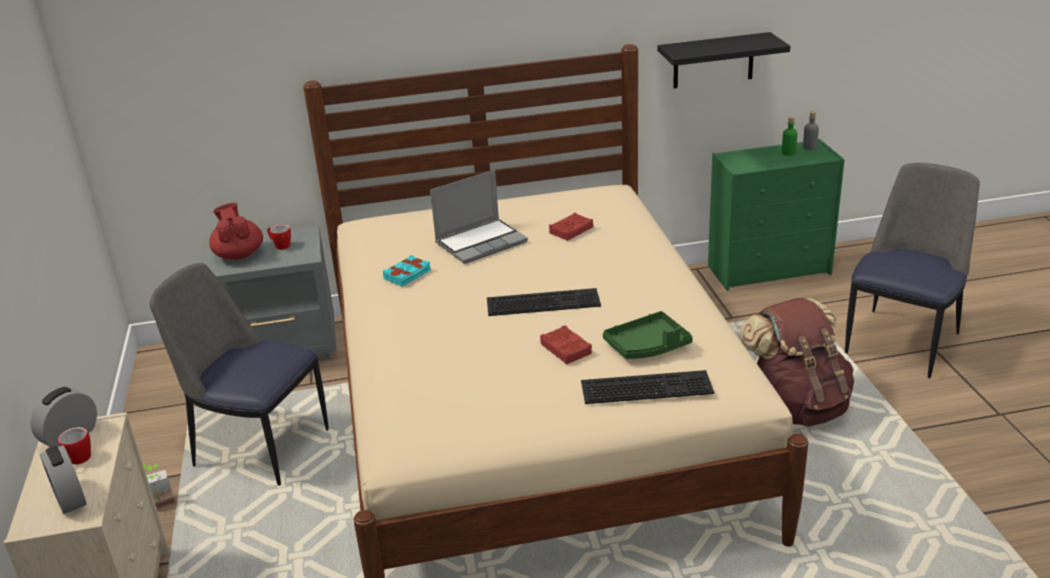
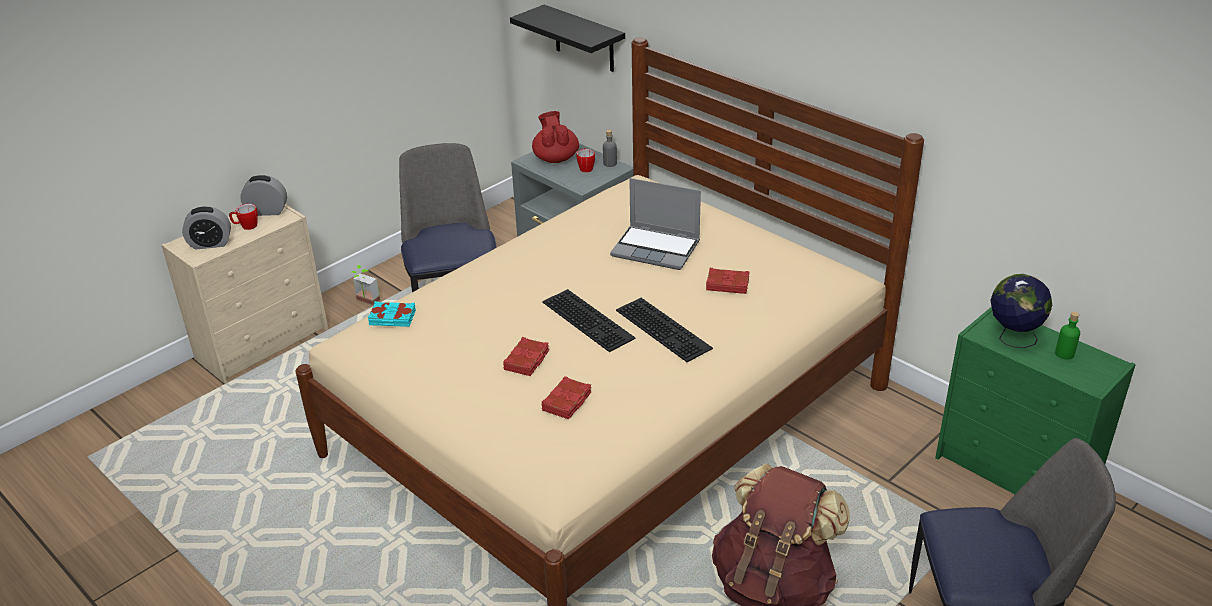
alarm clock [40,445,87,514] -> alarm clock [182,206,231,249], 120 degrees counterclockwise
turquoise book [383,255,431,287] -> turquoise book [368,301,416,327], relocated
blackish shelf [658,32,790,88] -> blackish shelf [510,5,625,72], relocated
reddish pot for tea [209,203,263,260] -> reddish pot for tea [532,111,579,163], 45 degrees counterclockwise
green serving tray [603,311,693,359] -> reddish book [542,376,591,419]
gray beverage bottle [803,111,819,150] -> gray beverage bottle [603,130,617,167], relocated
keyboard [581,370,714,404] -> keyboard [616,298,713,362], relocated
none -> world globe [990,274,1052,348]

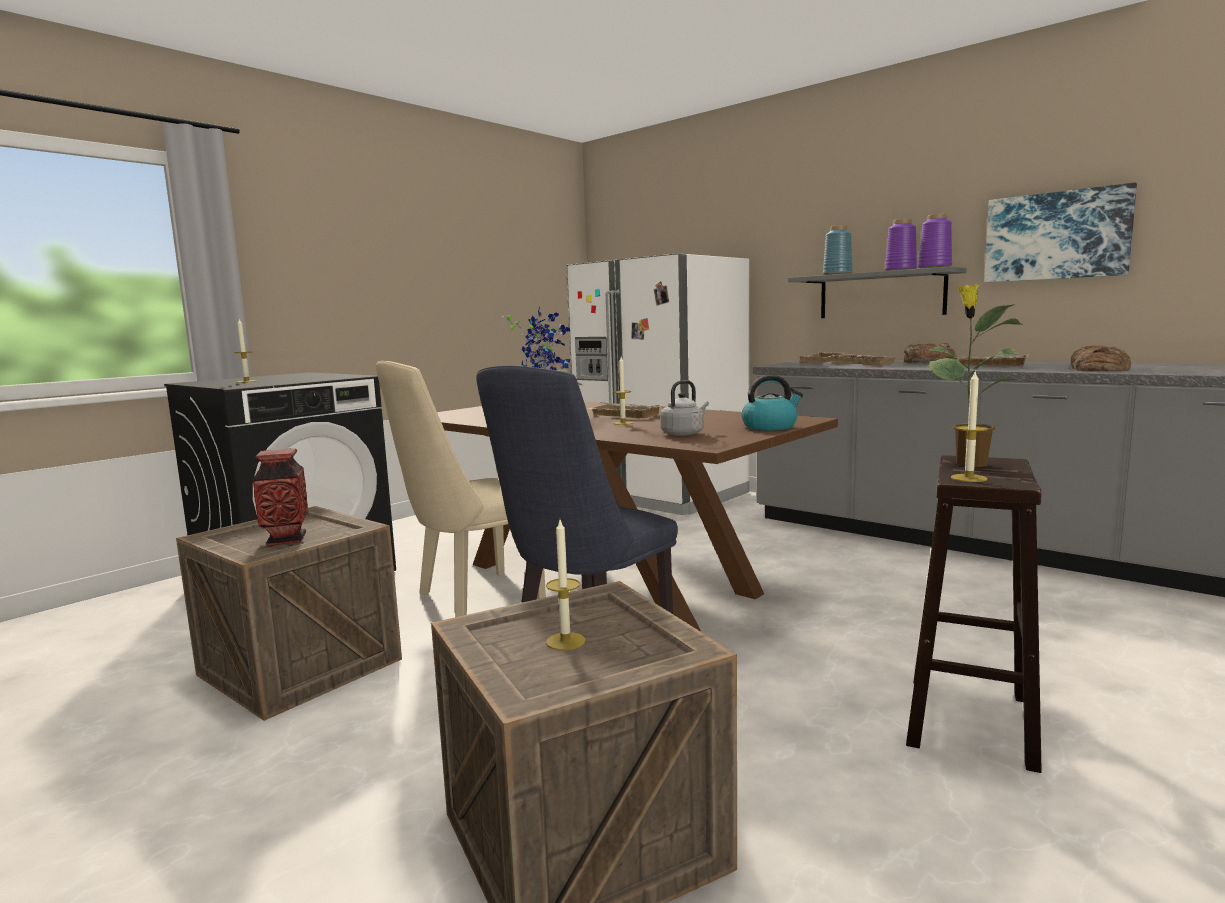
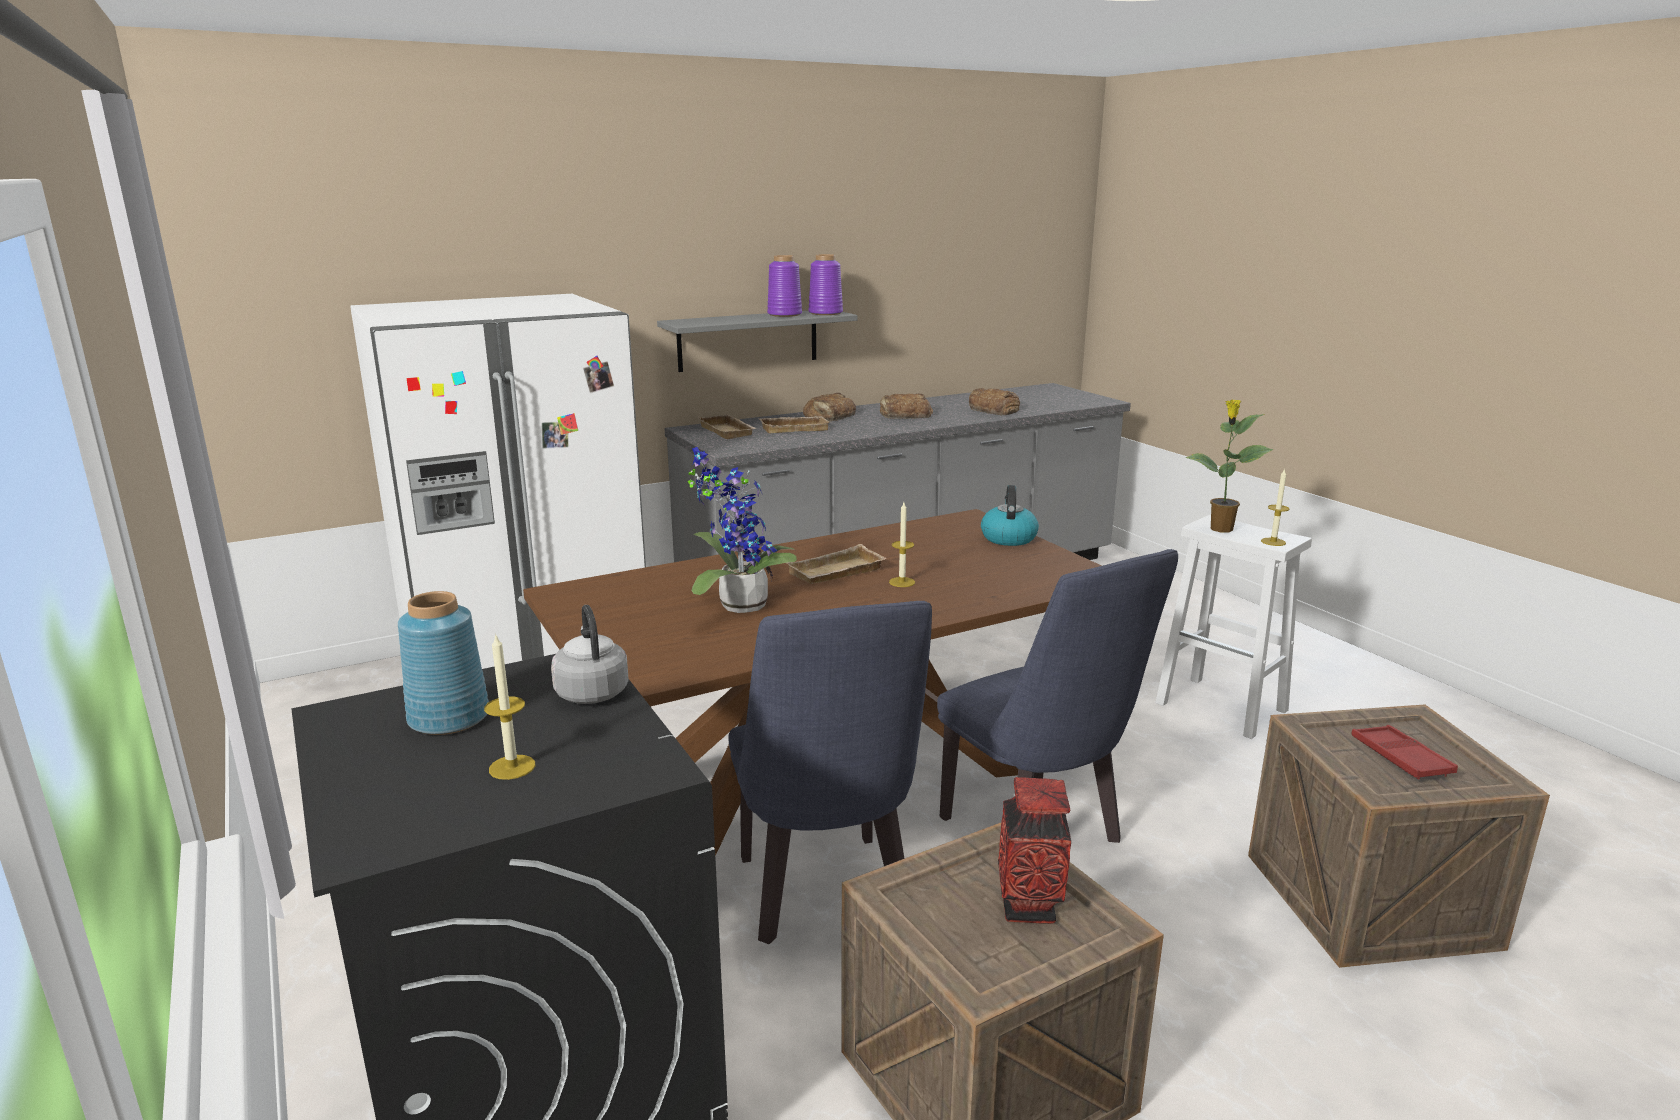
blue decorative vase [823,225,853,275] -> blue decorative vase [398,591,489,735], relocated
gray water kettle [660,380,709,436] -> gray water kettle [551,605,629,704], relocated
beige upright chair [376,361,546,617] -> blue upright chair [729,601,932,944]
beige serving tray [958,354,1029,366] -> bread [880,394,933,419]
brown-coloured sitting stool [906,455,1042,773] -> whitish sitting stool [1155,515,1312,739]
wax candle [546,520,585,650] -> reddish serving tray [1351,725,1458,779]
wall picture [984,182,1137,282] -> none

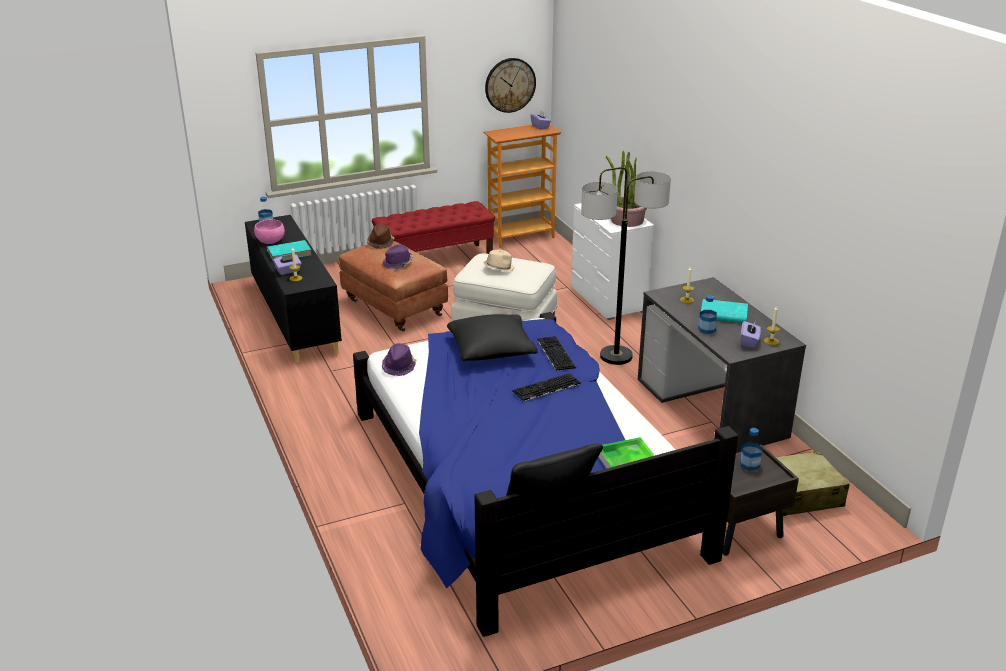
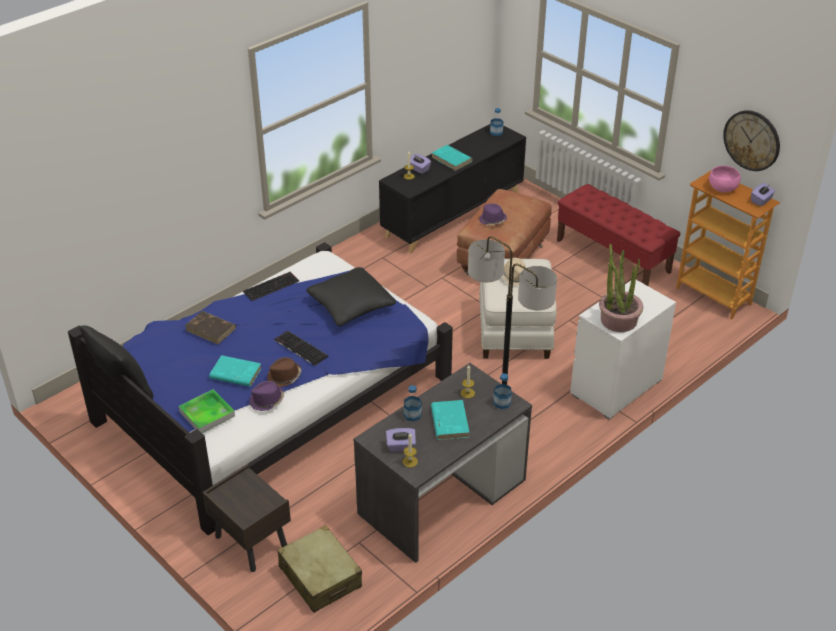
none -> brown-coloured book [185,311,236,344]
none -> turquoise book [209,355,262,387]
keyboard [537,336,576,371] -> keyboard [243,272,299,301], relocated
purple hat [382,343,416,376] -> purple hat [249,381,284,411], relocated
brown-coloured hat [367,224,394,249] -> brown-coloured hat [267,357,302,387], relocated
beverage bottle [740,428,762,471] -> beverage bottle [493,373,512,409], relocated
pinkish serving bowl [254,219,285,244] -> pinkish serving bowl [709,166,741,192], relocated

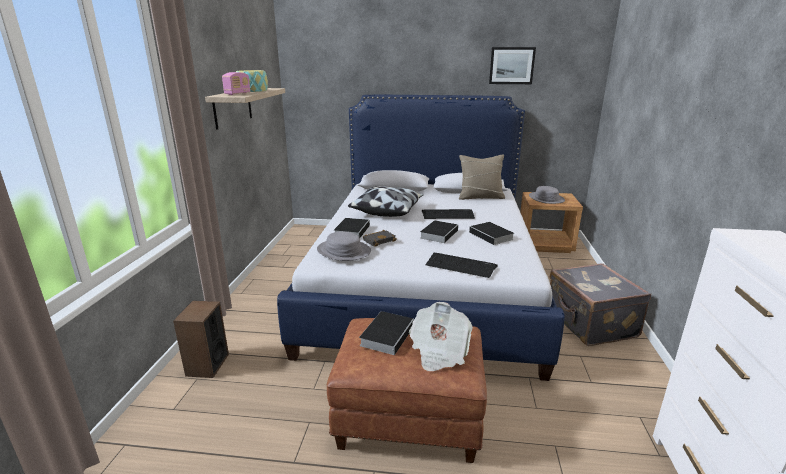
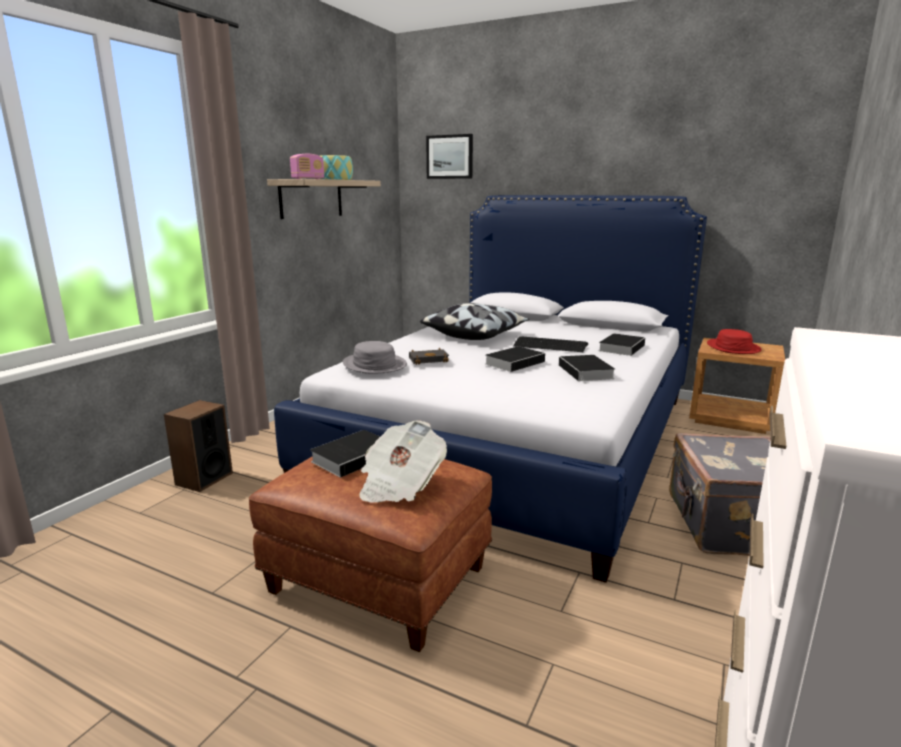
wall picture [489,47,536,84] -> wall picture [426,134,473,179], relocated
book [334,218,370,238] -> book [598,333,645,356], relocated
gray hat [529,186,565,204] -> reddish hat [707,329,762,354]
keyboard [425,253,498,278] -> none
beige cushion [459,155,505,200] -> none

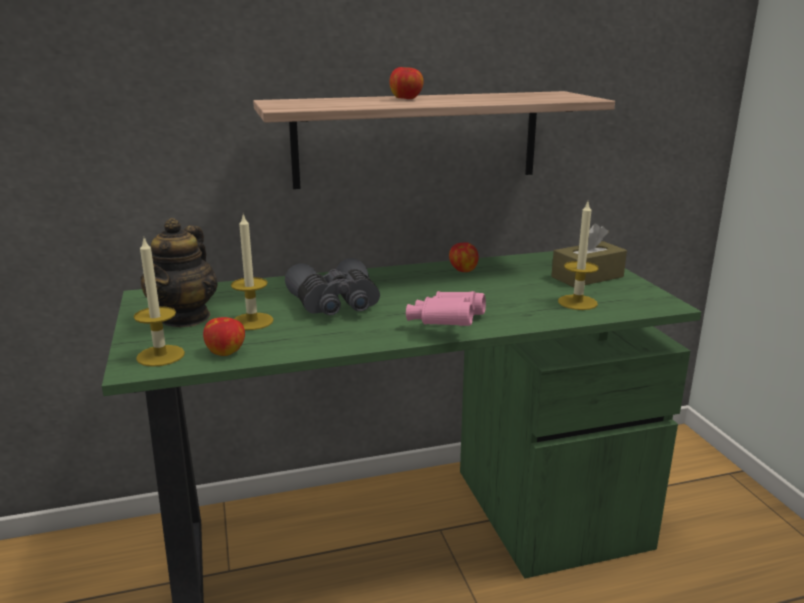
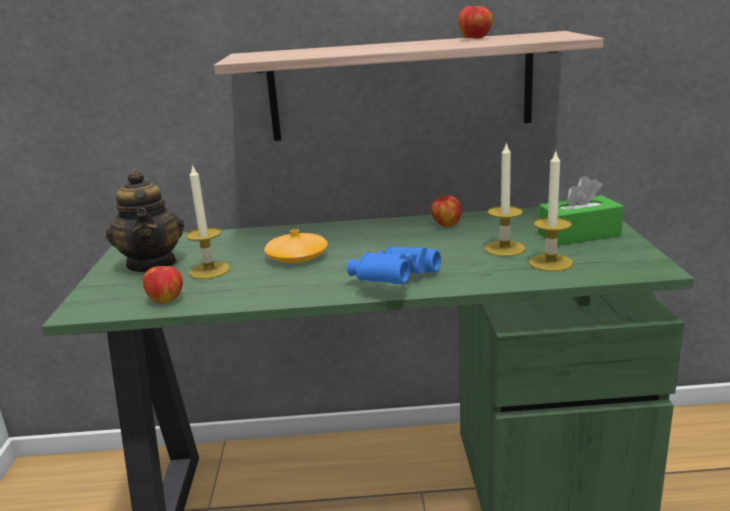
pot for tea [140,218,218,327] -> pot for tea [106,169,184,272], 45 degrees counterclockwise
gray pair of binoculars [285,258,380,315] -> orangey decorative vase [264,229,328,263]
pinkish pair of binoculars [406,291,486,326] -> blue pair of binoculars [347,246,441,284]
apple fruit [389,67,424,99] -> apple fruit [458,6,493,39], relocated
wax candle [134,238,185,367] -> wax candle [484,141,525,256], relocated
brown-coloured tissue holder [551,224,627,287] -> green tissue holder [538,176,624,246]

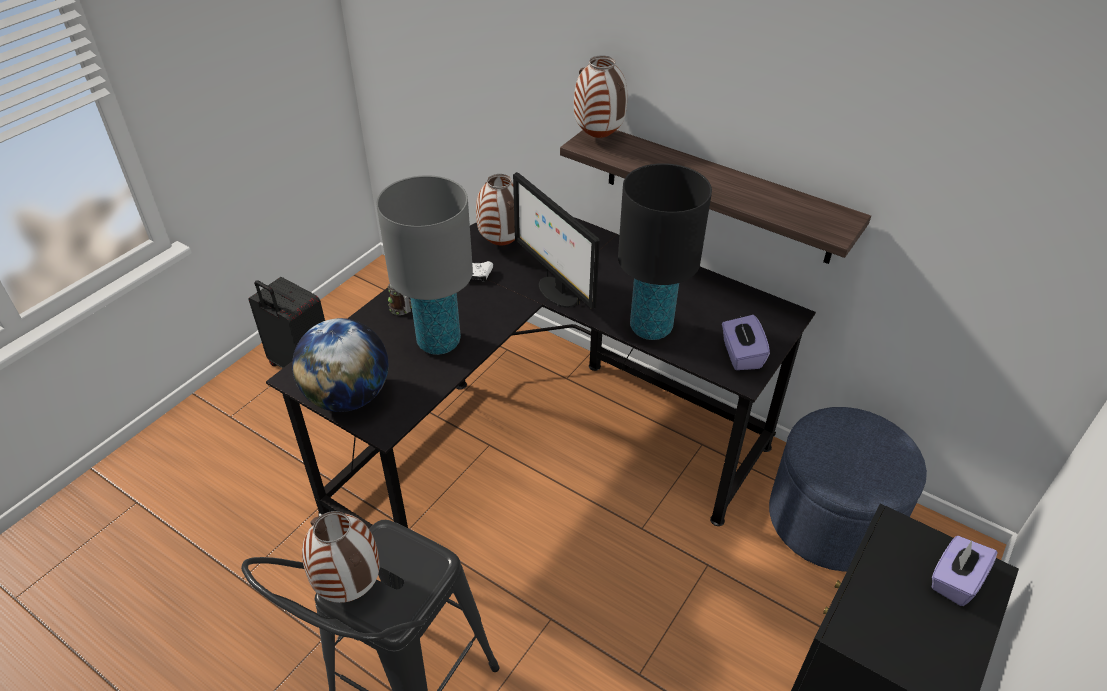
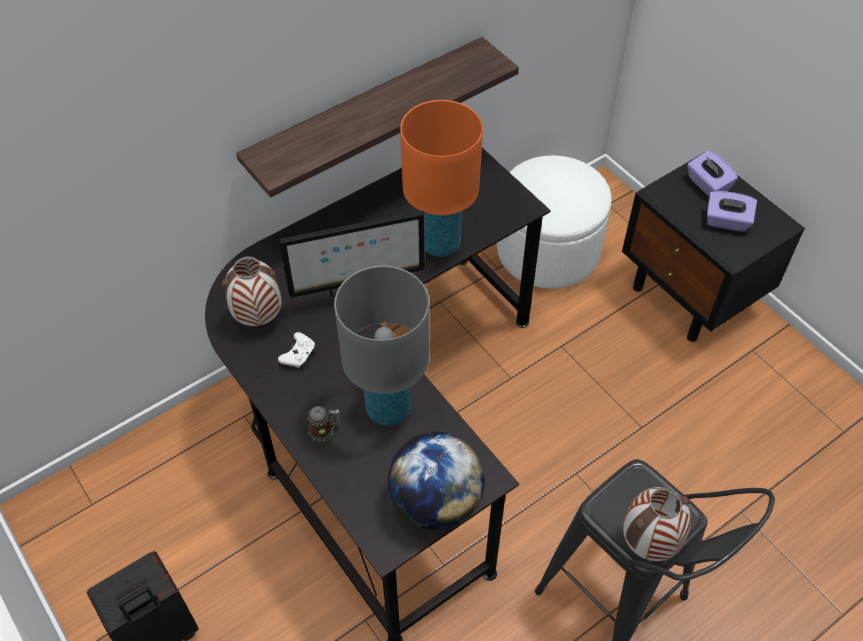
blackish lamp for a table [618,163,712,340] -> orangey lamp for a table [400,100,483,257]
blue ottoman [769,407,927,571] -> whitish ottoman [497,155,611,289]
purple tissue holder [722,315,770,370] -> purple tissue holder [707,191,757,232], relocated
decorative vase [574,55,627,138] -> none

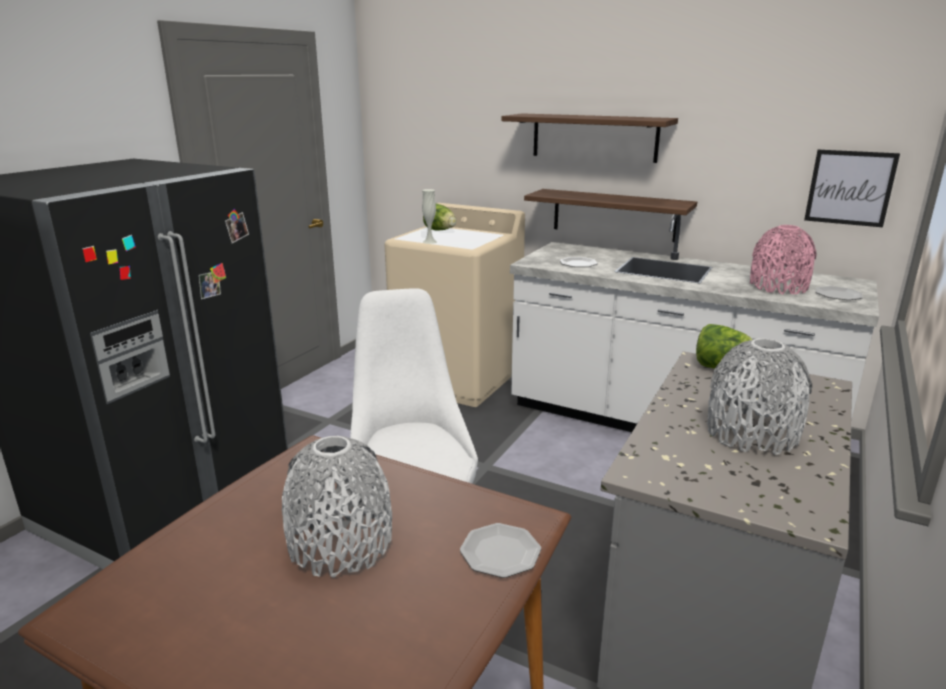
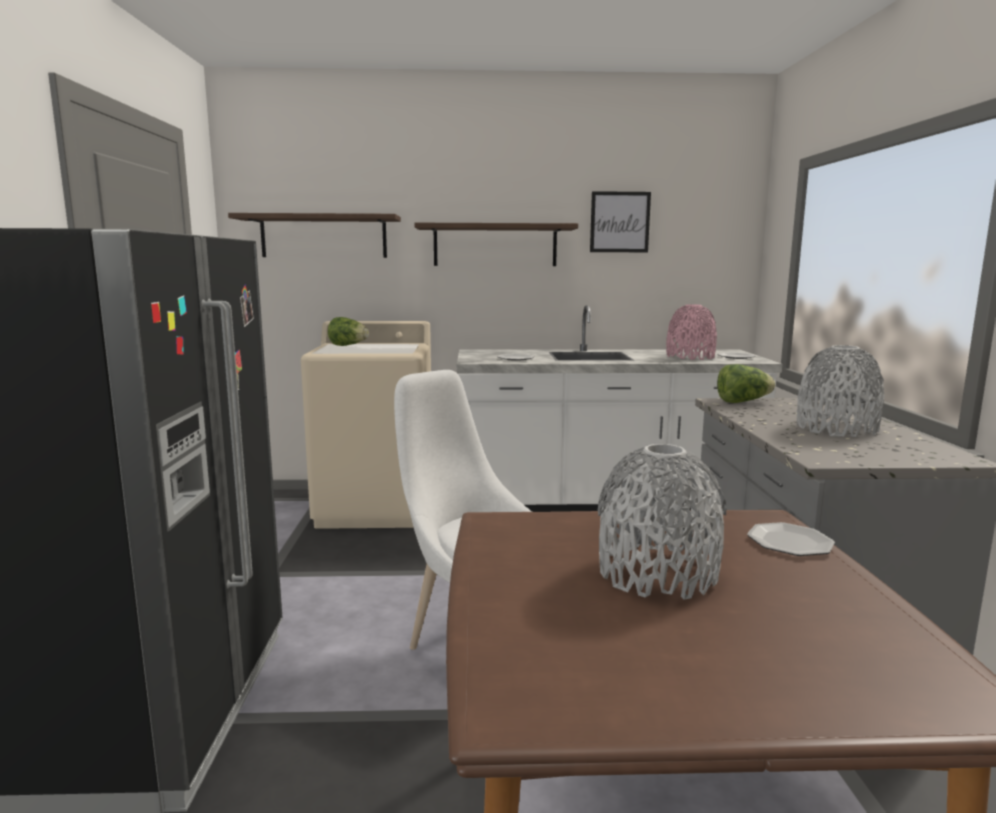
shelf [524,189,697,242] -> shelf [228,213,401,258], relocated
wall picture [804,150,900,227] -> wall picture [590,191,651,252], relocated
whitish decorative vase [422,189,437,244] -> none

